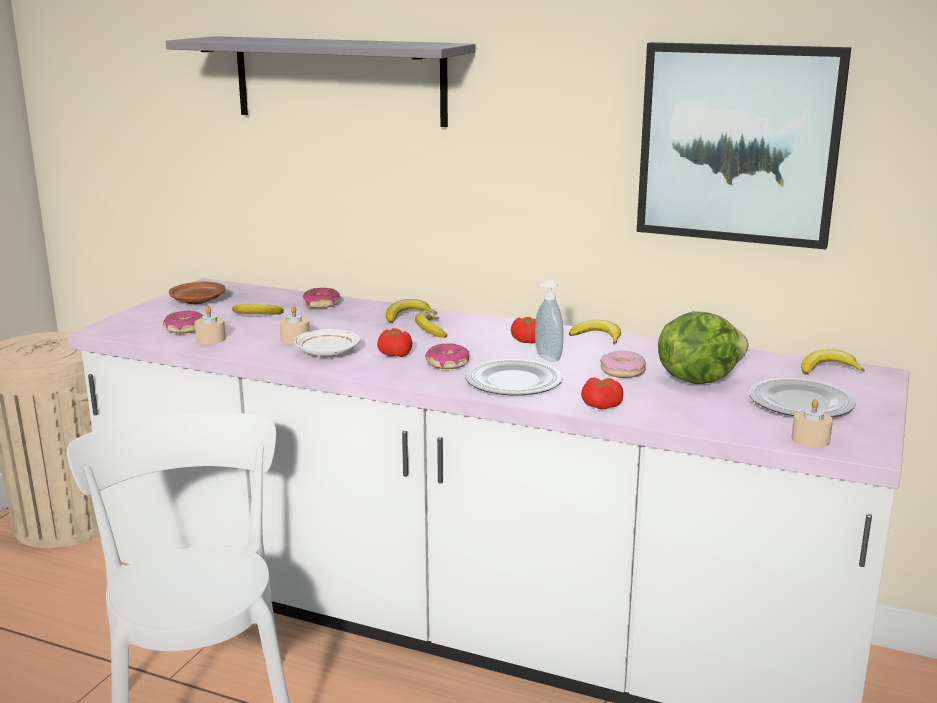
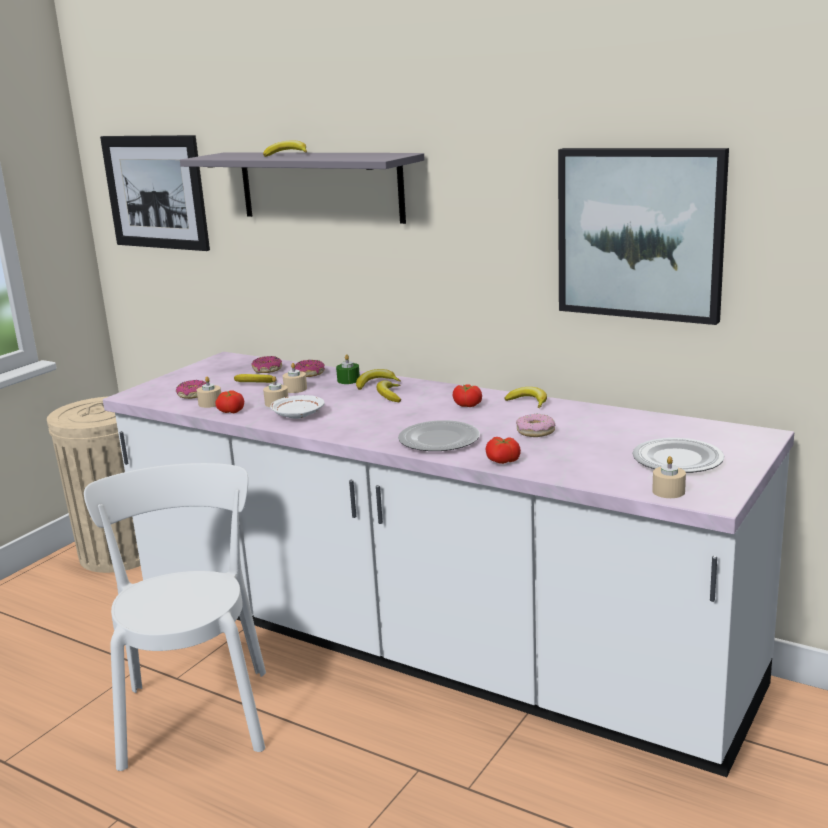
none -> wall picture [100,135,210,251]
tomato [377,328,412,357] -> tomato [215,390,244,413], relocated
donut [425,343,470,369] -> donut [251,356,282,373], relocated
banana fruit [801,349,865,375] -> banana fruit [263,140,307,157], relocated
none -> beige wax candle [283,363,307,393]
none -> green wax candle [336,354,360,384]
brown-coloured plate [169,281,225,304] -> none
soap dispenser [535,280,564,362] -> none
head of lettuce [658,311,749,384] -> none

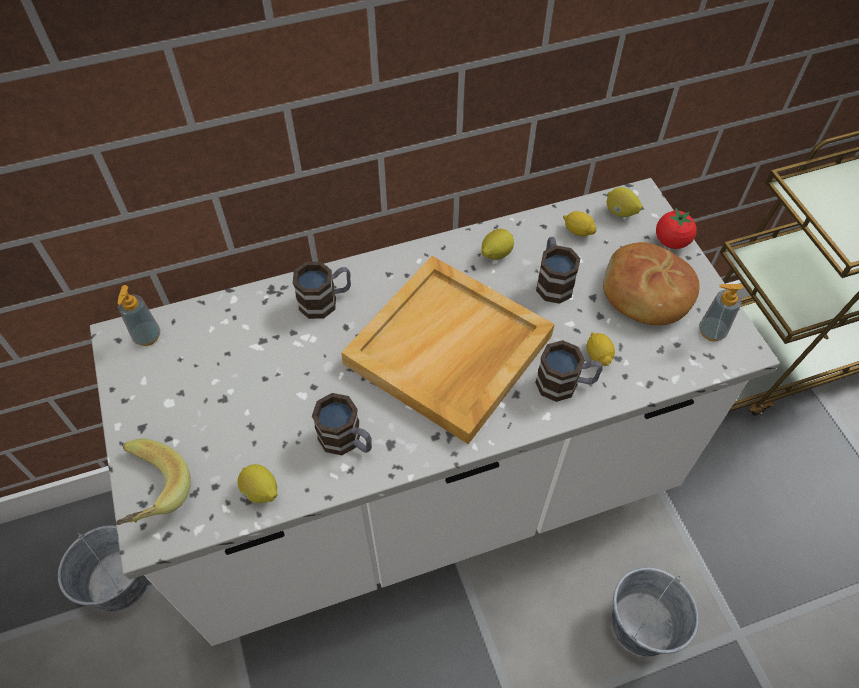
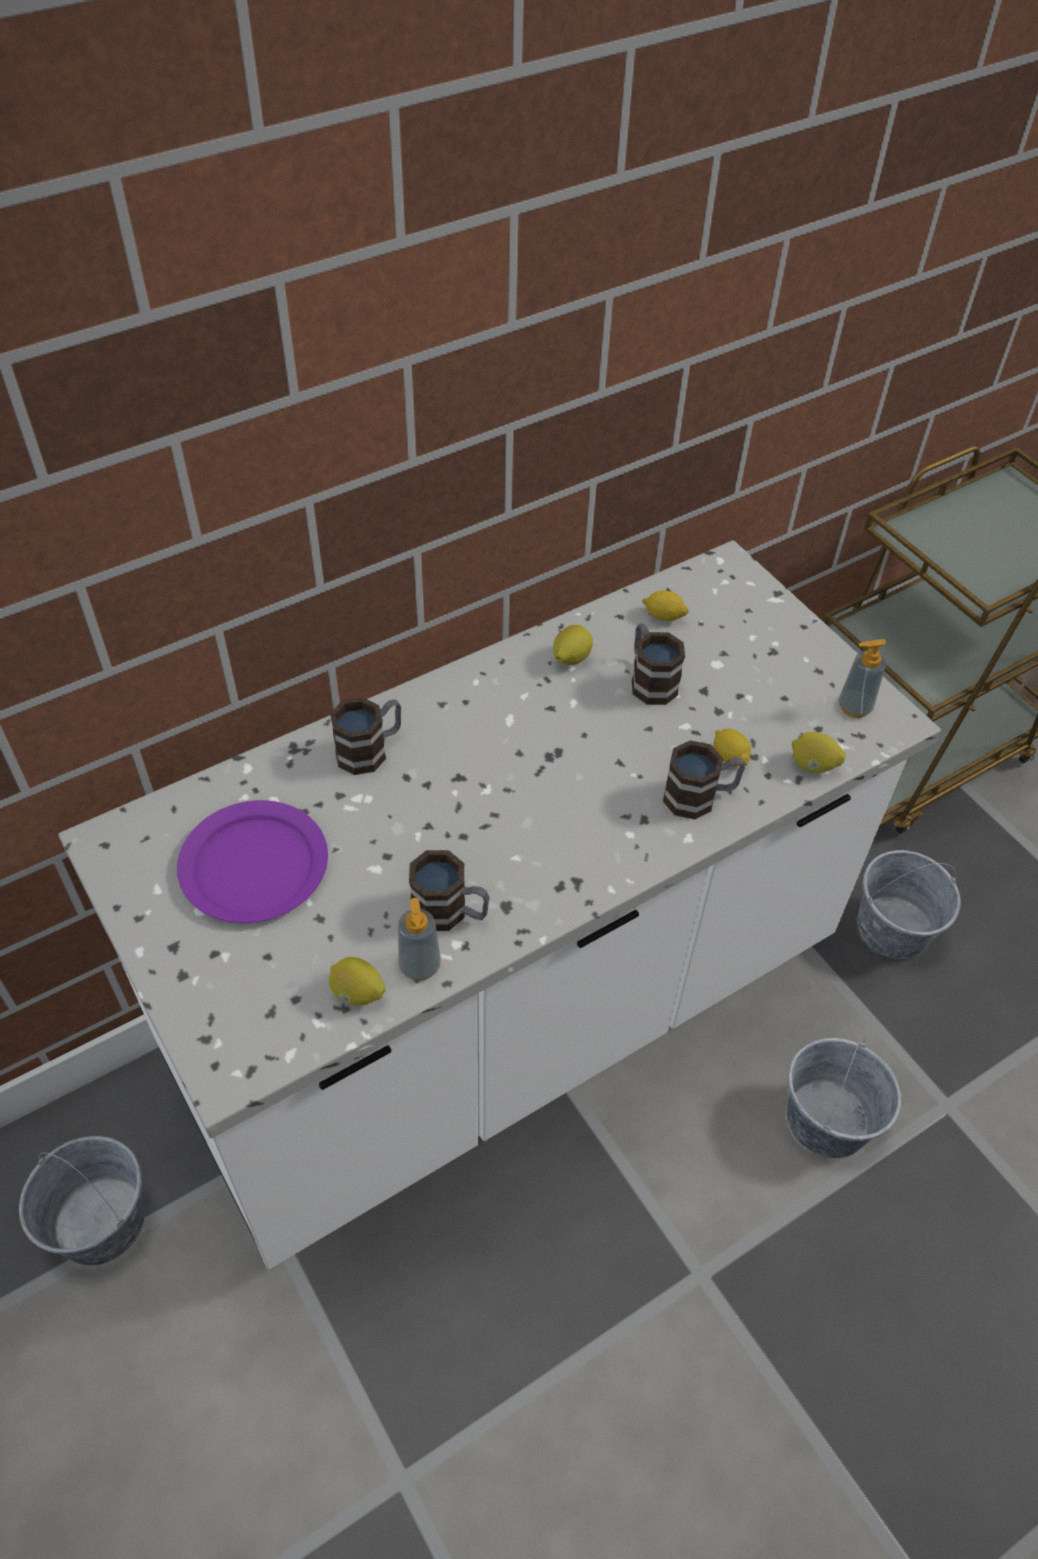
none -> purple plate [177,800,328,923]
soap dispenser [118,285,160,346] -> soap dispenser [398,898,441,981], relocated
citrus fruit [606,187,642,217] -> citrus fruit [792,732,846,773], relocated
none -> gray bucket [857,850,961,959]
banana fruit [116,438,191,525] -> none
beige serving tray [341,256,555,444] -> none
bread [603,242,700,325] -> none
tomato [656,208,697,249] -> none

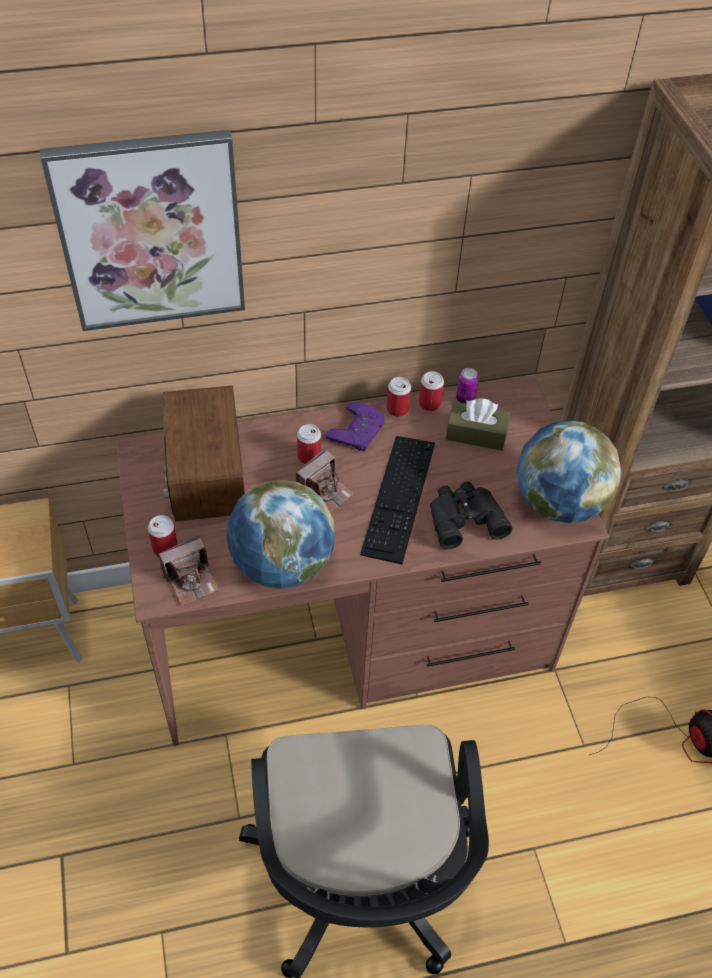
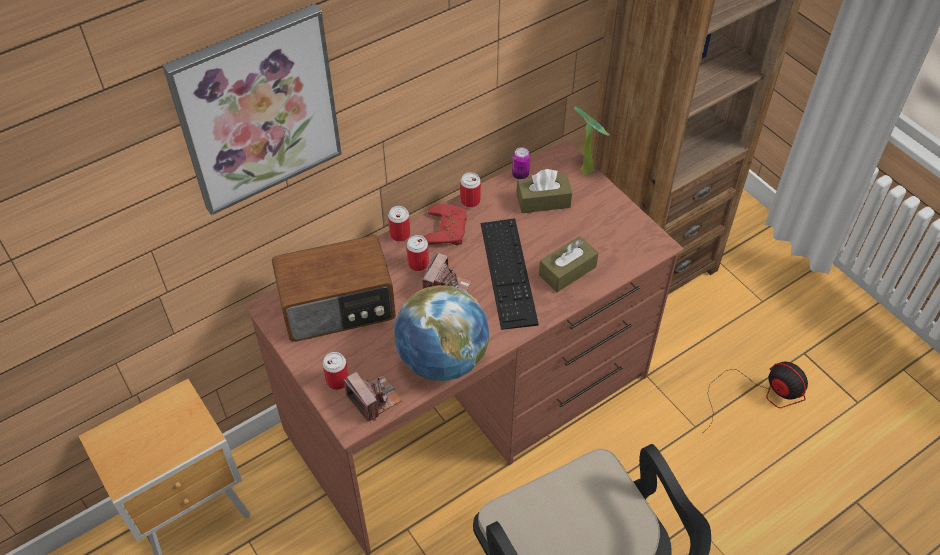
radio receiver [162,386,245,521] -> radio receiver [272,235,396,342], 75 degrees counterclockwise
still camera [158,535,220,606] -> still camera [344,372,402,422], 75 degrees counterclockwise
sealed can [419,371,444,411] -> sealed can [388,206,410,242], relocated
purple joypad [325,401,385,451] -> reddish joypad [424,204,467,245]
blackish pair of binoculars [430,482,512,549] -> brown-coloured tissue holder [539,236,599,292]
none -> houseplant [574,106,610,175]
world globe [516,420,622,523] -> none

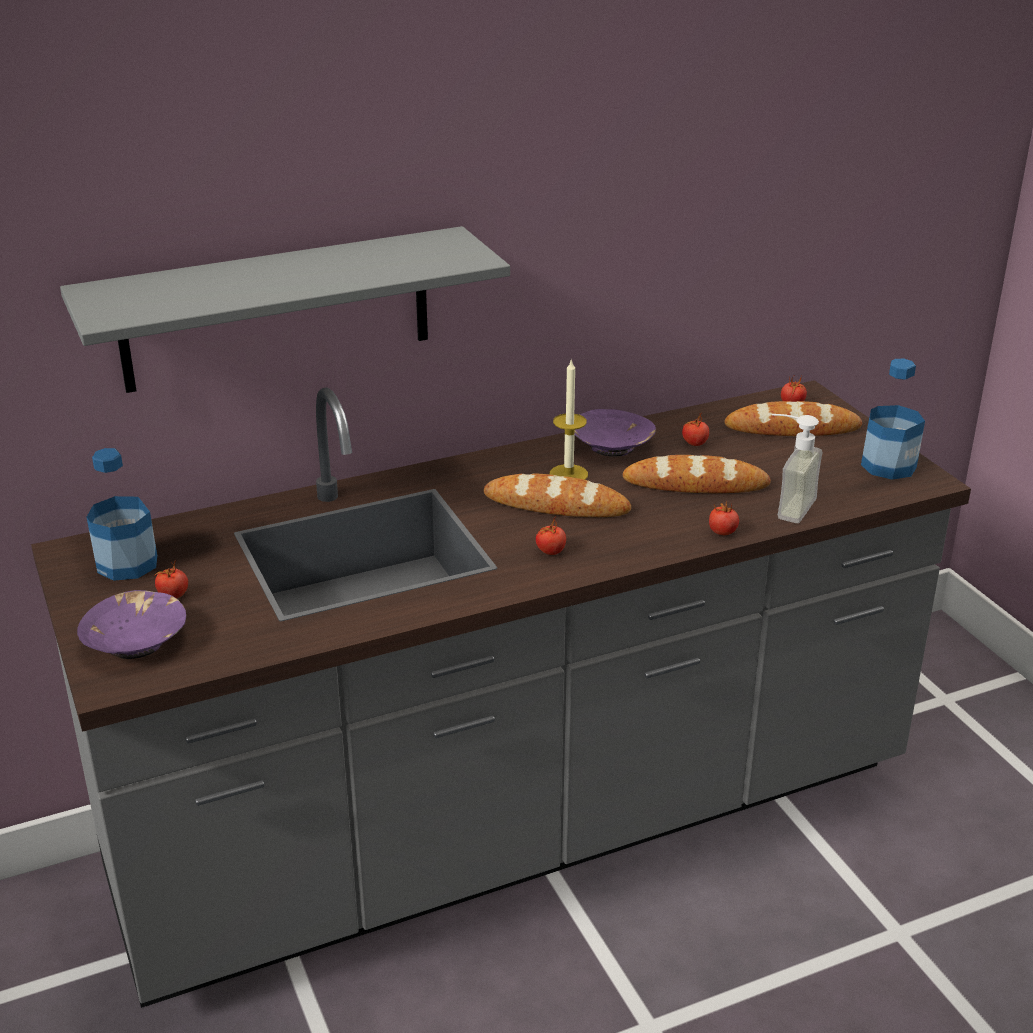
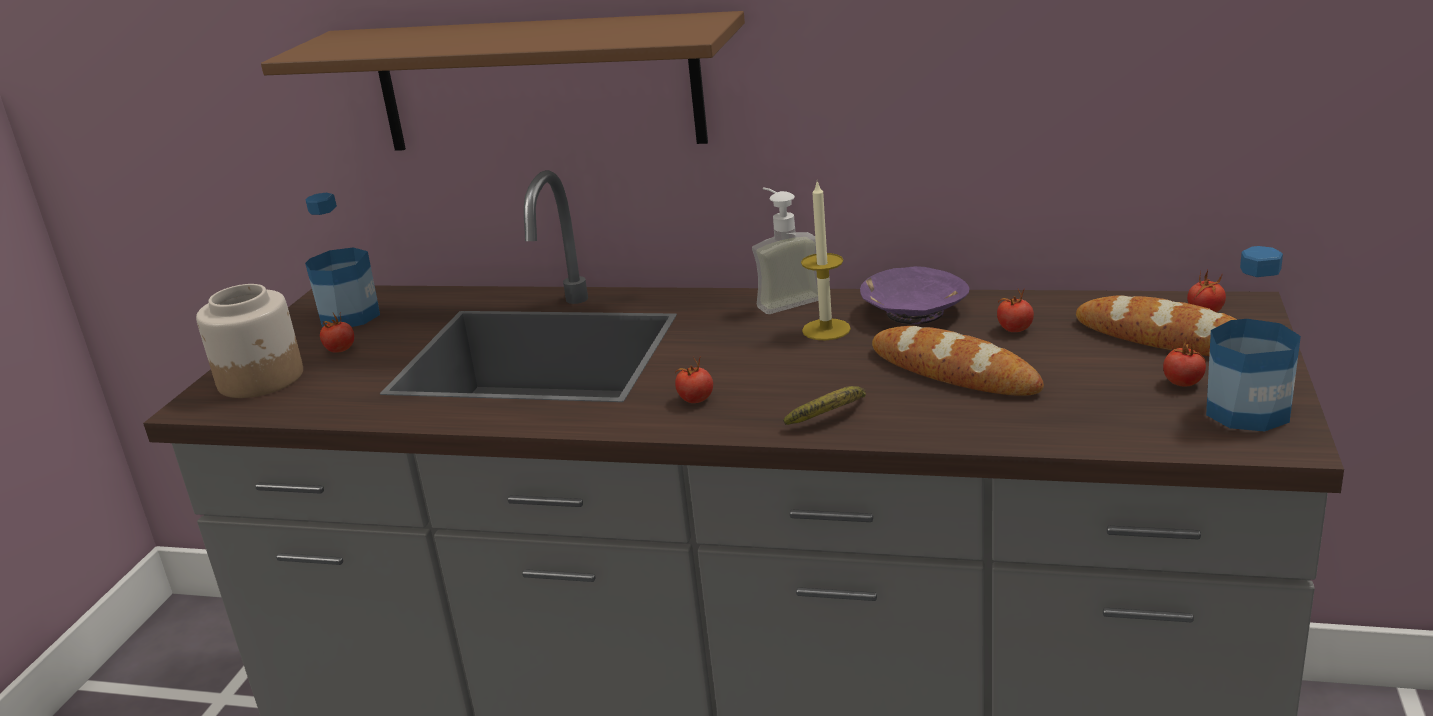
purple serving bowl [77,590,186,659] -> storage jar [196,284,303,398]
gray shelf [60,226,510,393] -> brown-coloured shelf [261,11,745,151]
soap dispenser [772,414,823,523] -> soap dispenser [752,187,818,314], relocated
none -> banana fruit [783,386,866,425]
tomato [709,500,739,535] -> tomato [1163,339,1206,387], relocated
bread [484,473,631,517] -> none

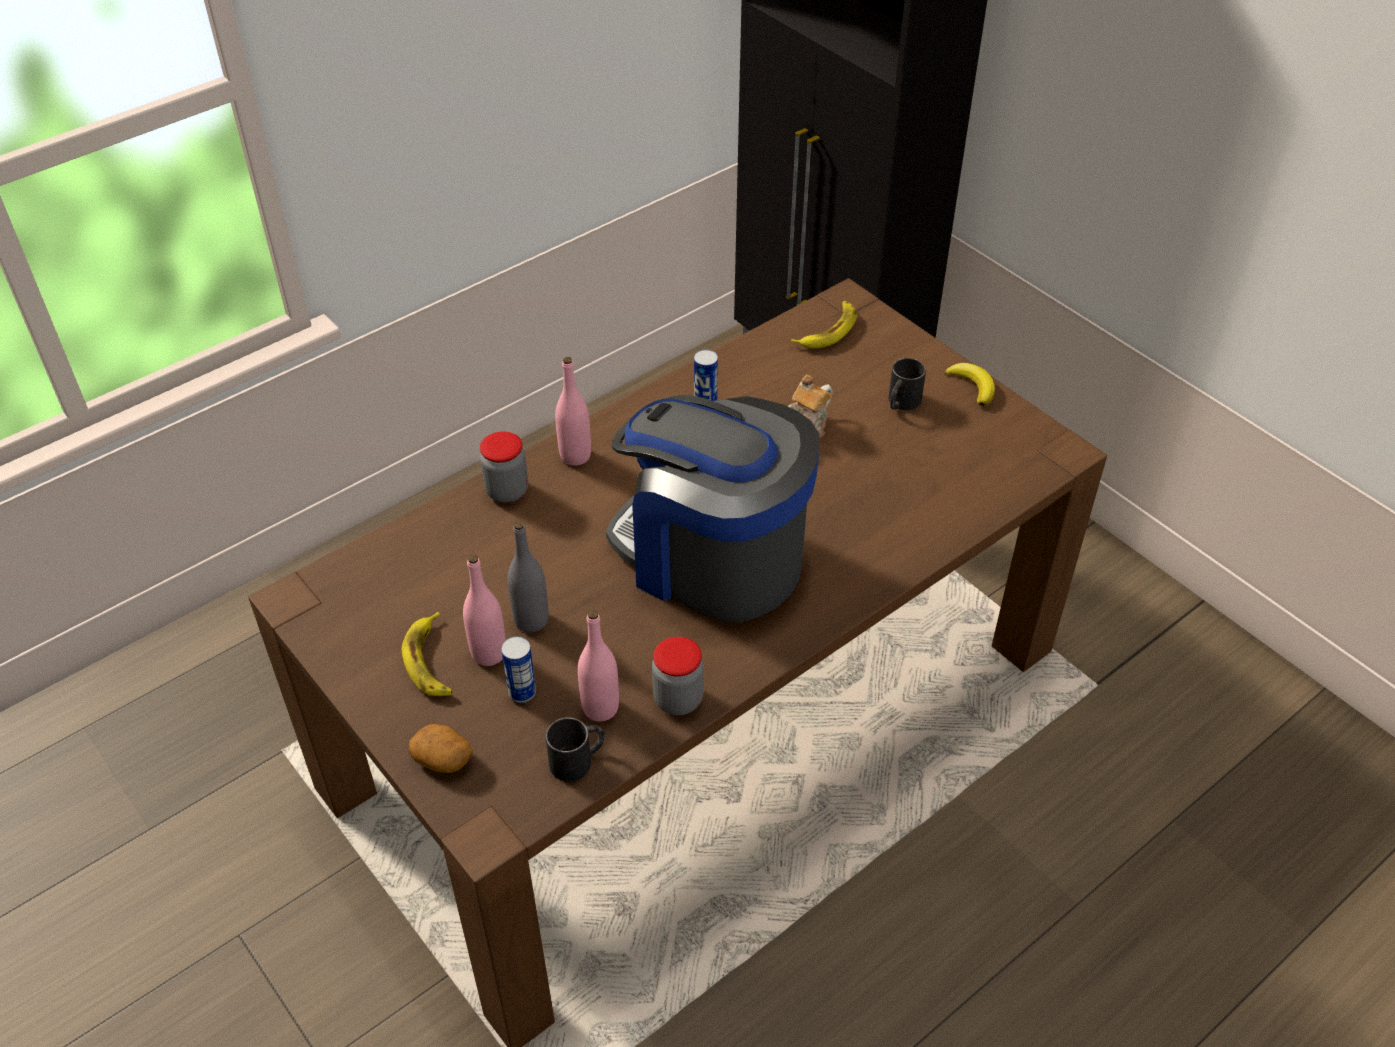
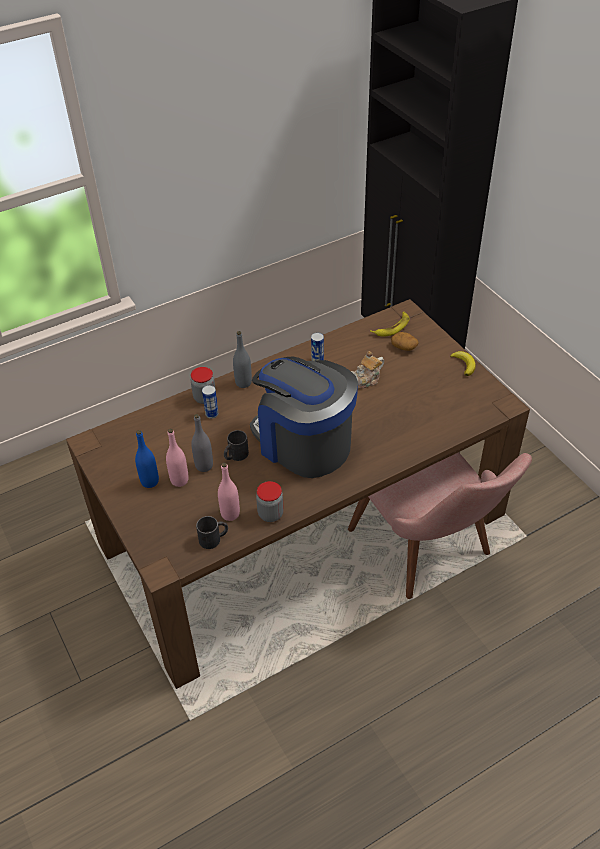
banana fruit [402,612,453,696] -> blue beverage bottle [135,430,159,488]
sealed can [501,636,536,703] -> sealed can [202,385,218,419], relocated
blackish mug [888,358,926,410] -> blackish mug [224,430,249,461], relocated
pinkish beverage bottle [555,357,591,466] -> gray beverage bottle [233,331,252,388]
none -> pinkish upright chair [348,452,532,599]
spud [409,724,473,773] -> spud [391,332,419,351], relocated

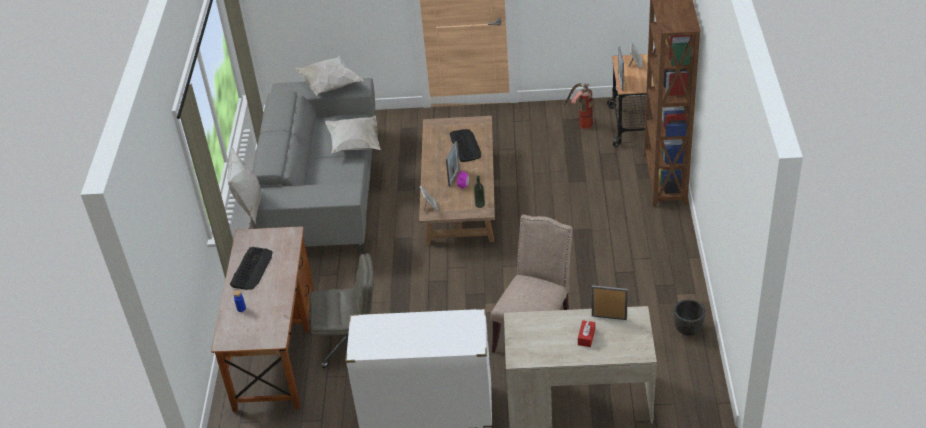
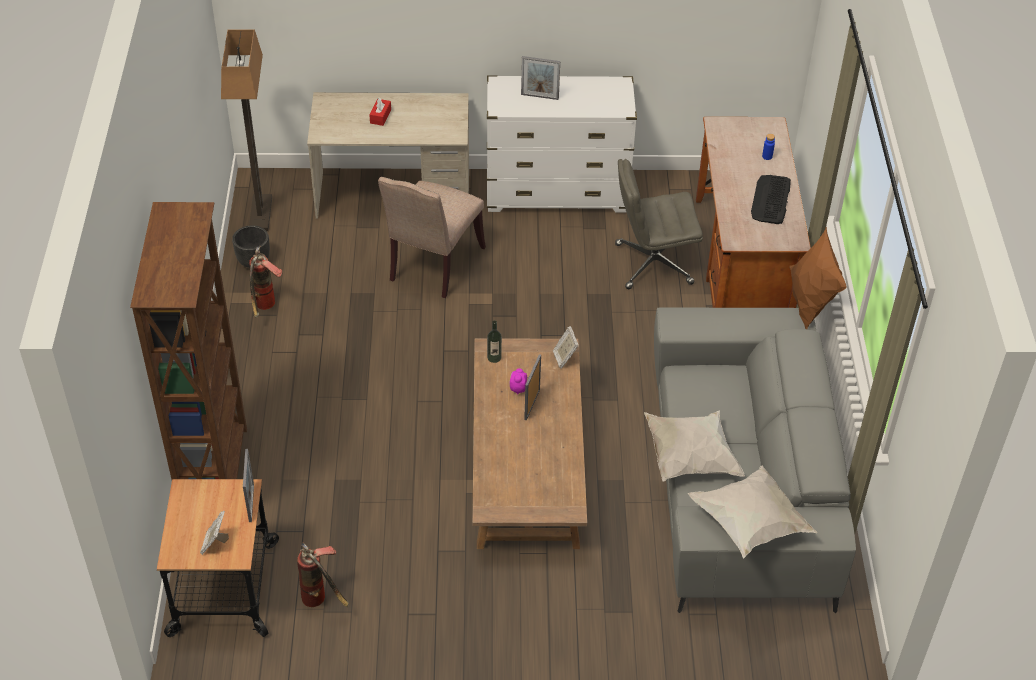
none -> standing lamp [221,29,272,231]
none -> fire extinguisher [249,246,282,318]
photo frame [592,285,628,320] -> photo frame [521,56,560,100], relocated
whitish cushion [227,147,261,224] -> brown-coloured cushion [789,226,847,329]
keyboard [449,129,481,162] -> none

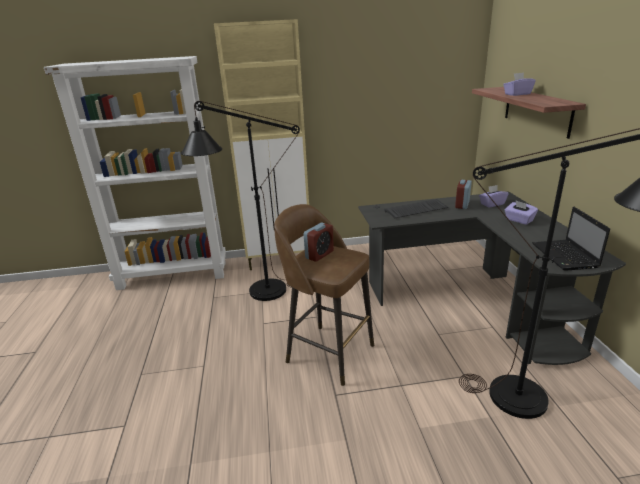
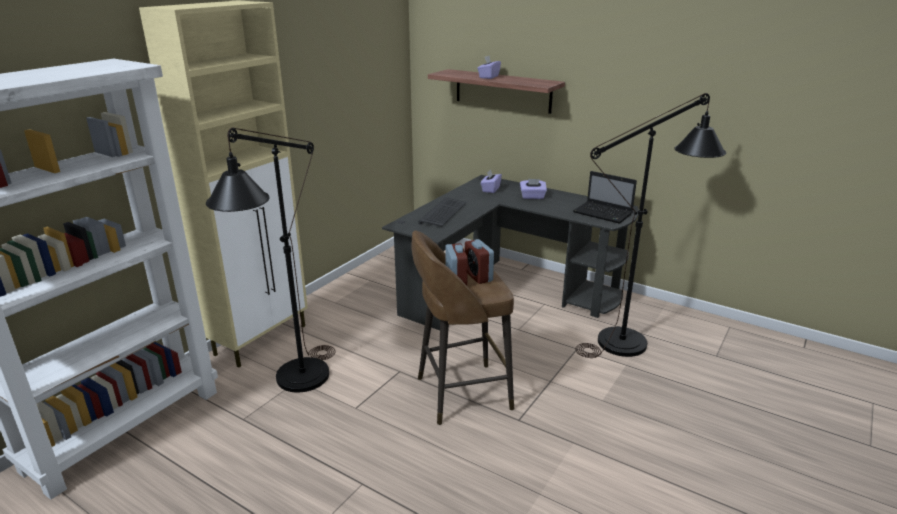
alarm clock [455,180,472,209] -> alarm clock [465,239,494,284], relocated

